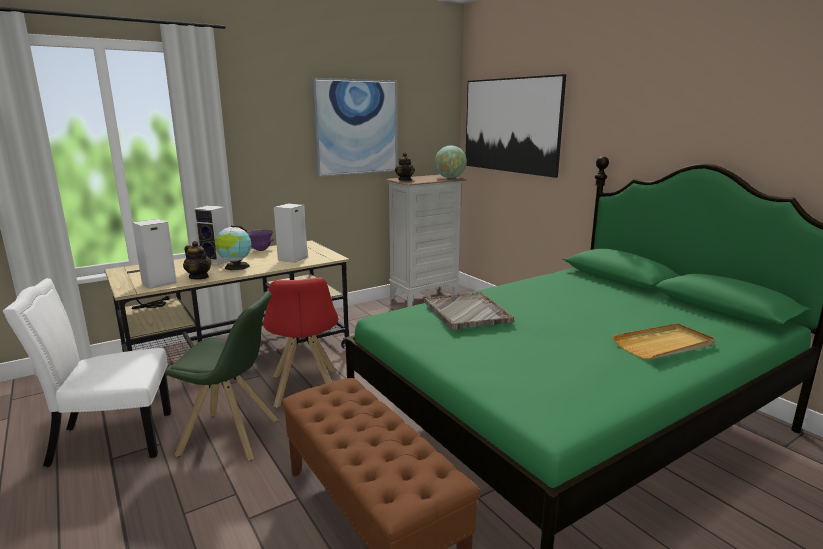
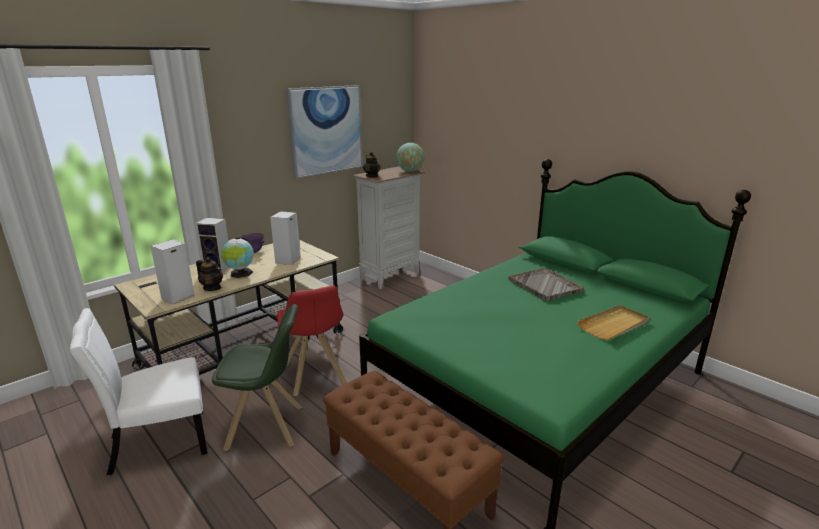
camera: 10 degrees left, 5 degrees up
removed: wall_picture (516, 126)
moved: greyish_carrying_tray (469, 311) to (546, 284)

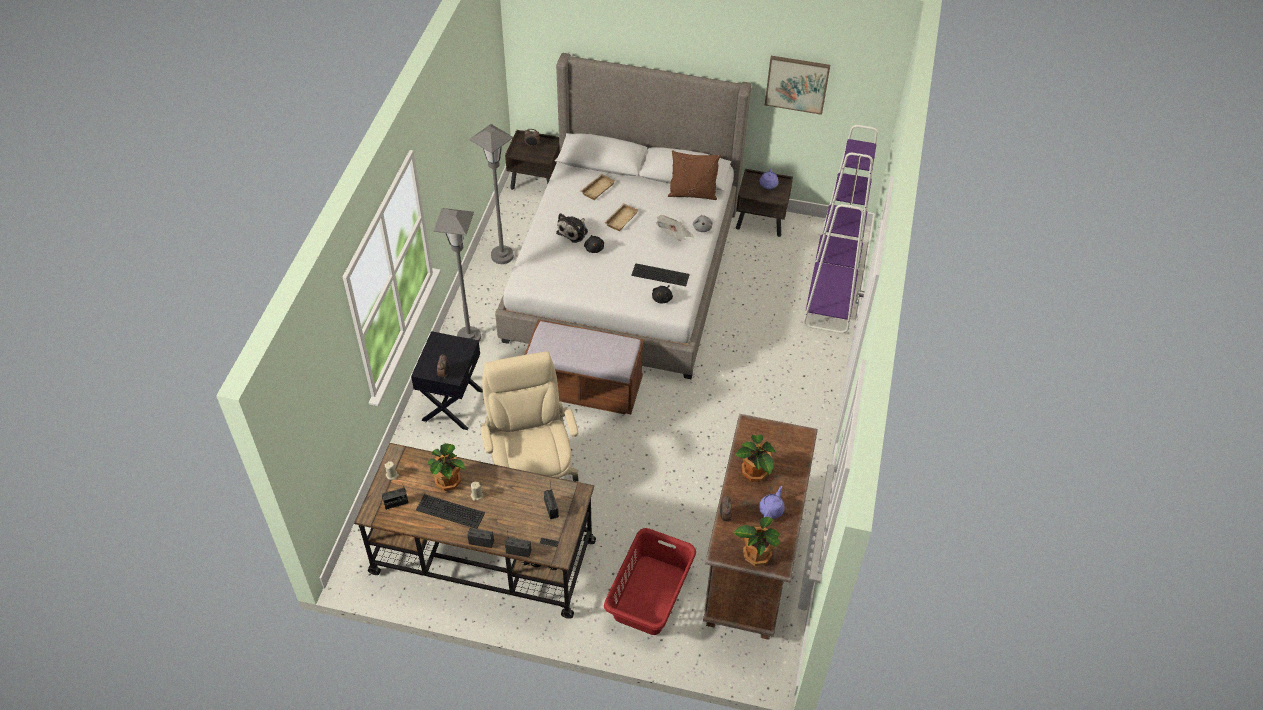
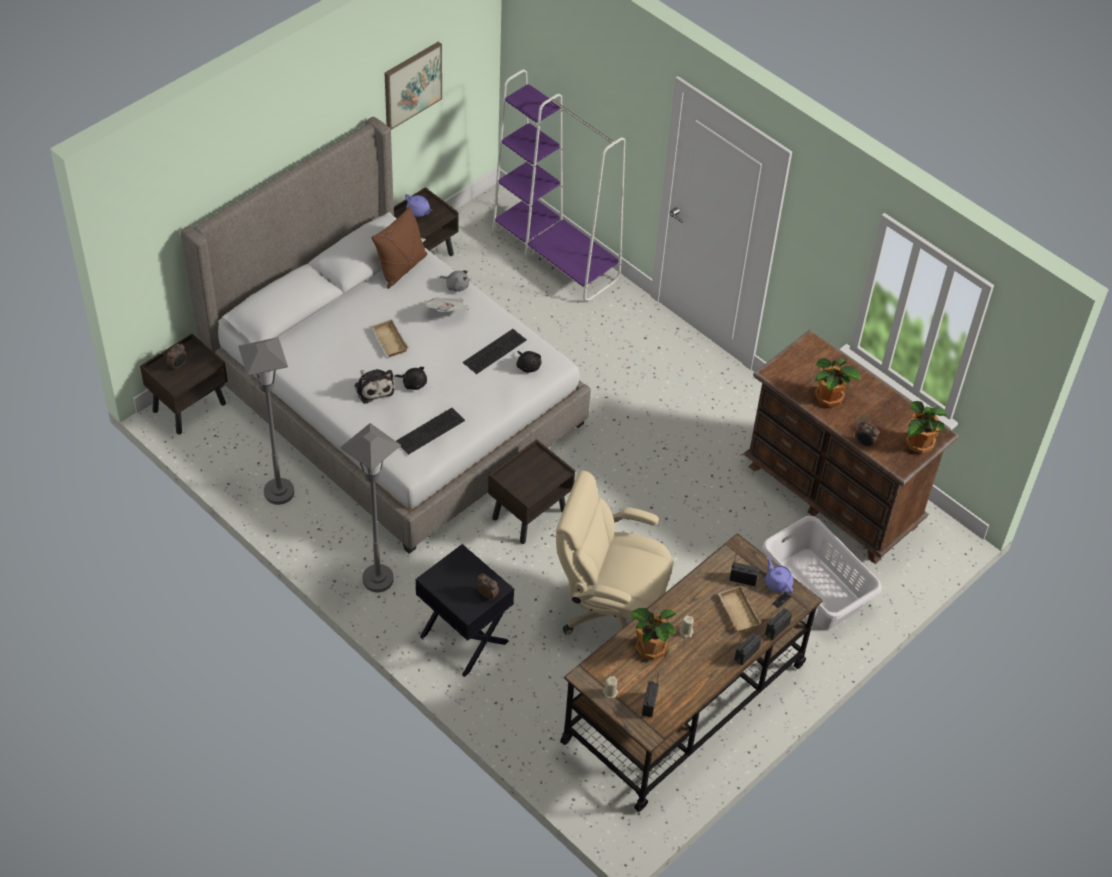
camera: 60 degrees left, 0 degrees up
moved: PC_keyboard (450, 511) to (430, 431); beige-coloured_carrying_tray (598, 187) to (739, 609); purplish_tea_pot (772, 502) to (779, 575)
replaced: brown_indoor_bench (584, 366) to brown_nightstand (531, 491)
recoloured: red-coloured_washing_basket (650, 581) to whitish_washing_basket (822, 573)

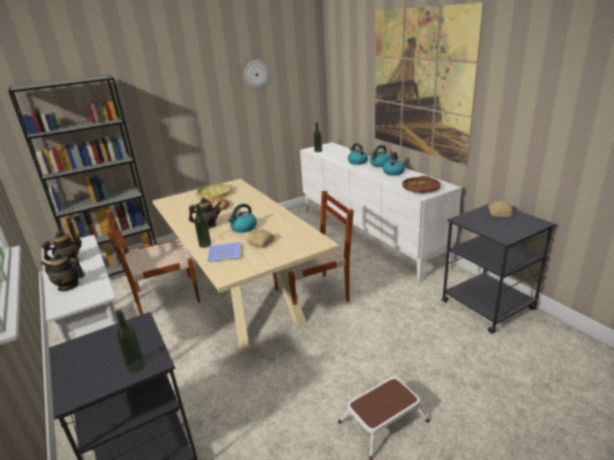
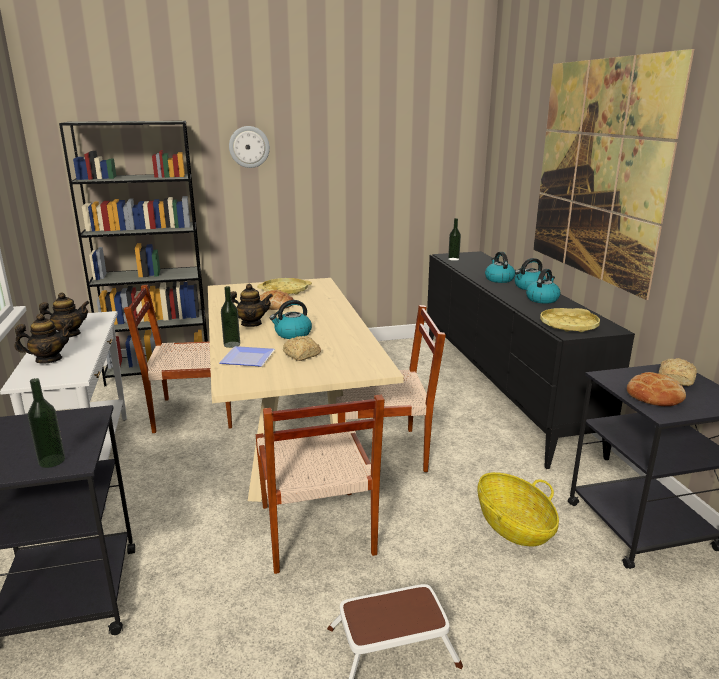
camera: 15 degrees right, 5 degrees down
added: plain_chair (320, 484); basket (518, 509); baked_bread (656, 389)
moved: hanging_clock (257, 74) to (249, 147)
recoloured: whitish_cupboard (381, 212) to blackish_cupboard (531, 360); brown_carrying_tray (421, 184) to yellow_carrying_tray (570, 320)
turned: tea_pot (62, 272) = (43, 338) 135 degrees clockwise

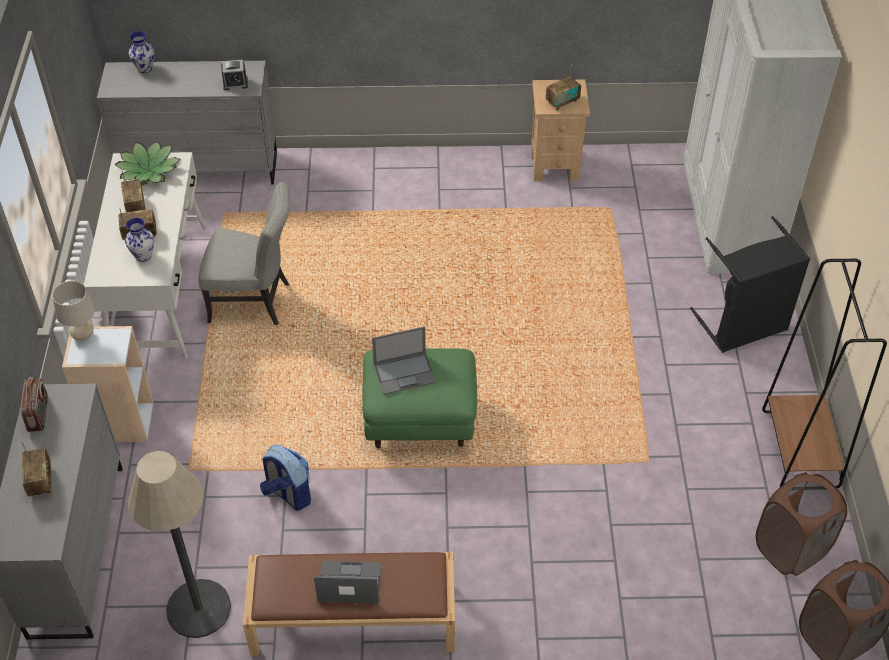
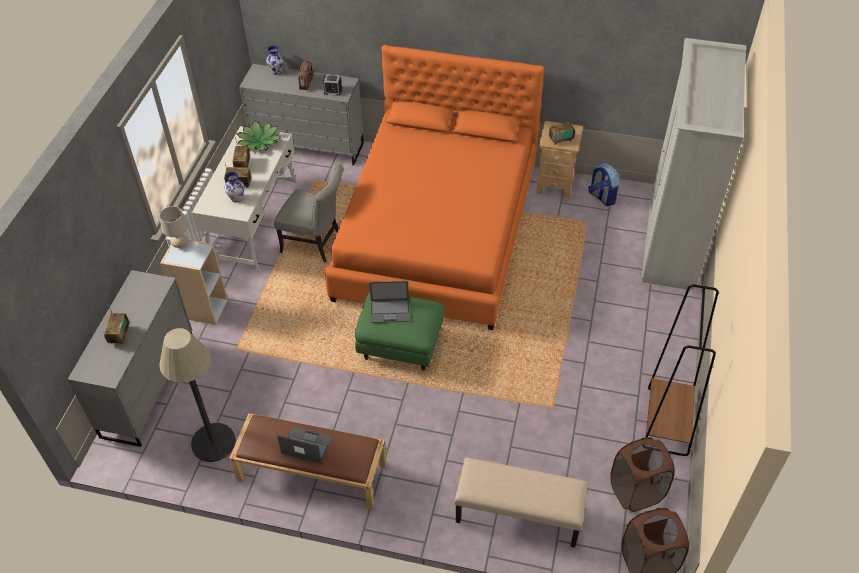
camera: 15 degrees right, 0 degrees up
removed: blackish_washing_basket (750, 284)
added: orange_bedroom_bed (434, 187); beige-coloured_indoor_bench (521, 502)
moved: radio_receiver (34, 404) to (305, 75); backpack (285, 478) to (604, 184)

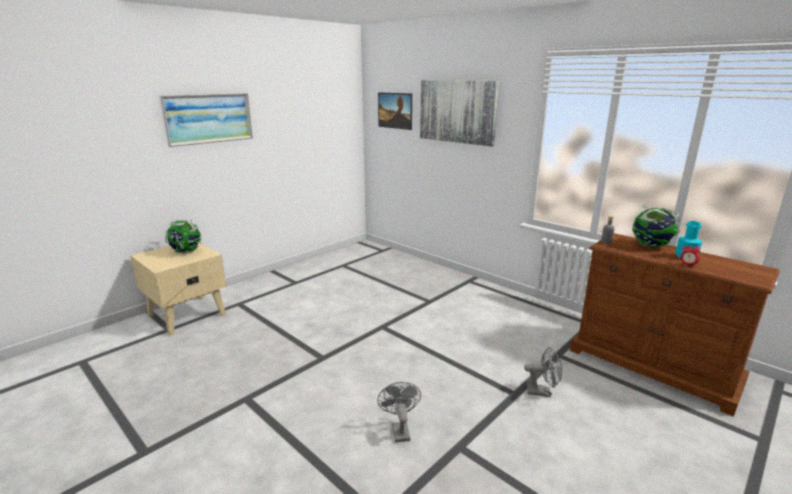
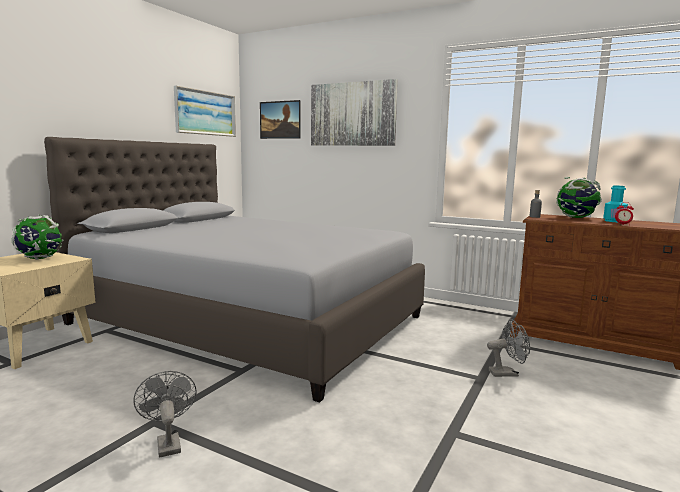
camera: 15 degrees left, 10 degrees down
added: greyish_bedroom_bed (234, 270)
moved: wall_picture (206, 120) to (205, 111); greyish_fan (399, 412) to (165, 414)

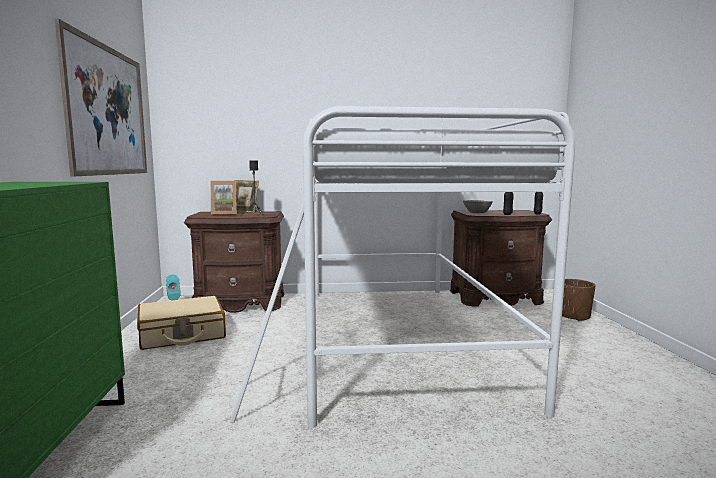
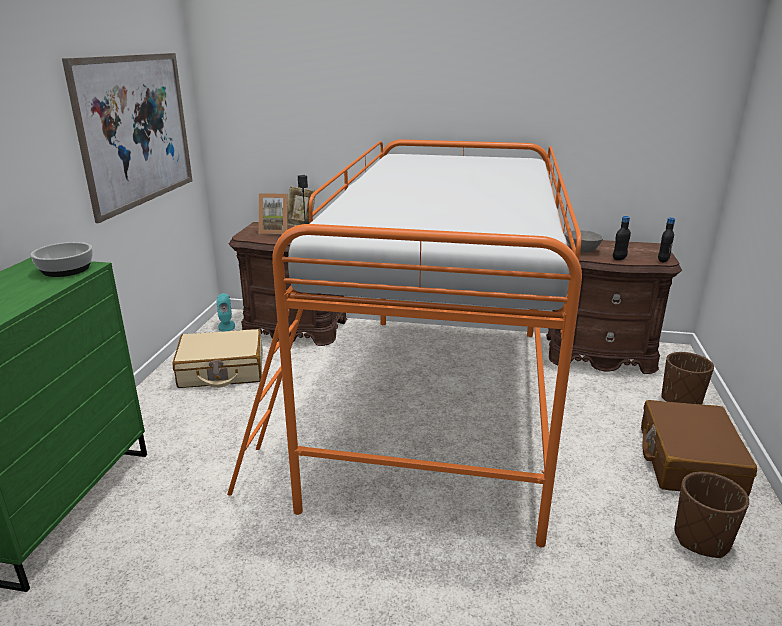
camera: 15 degrees right, 15 degrees up
added: serving_bowl (62, 259); brown_piece_of_luggage (699, 448); brown_planter (712, 515)
recoloured: whitish_bedroom_bed (402, 267) to orange_bedroom_bed (404, 343)

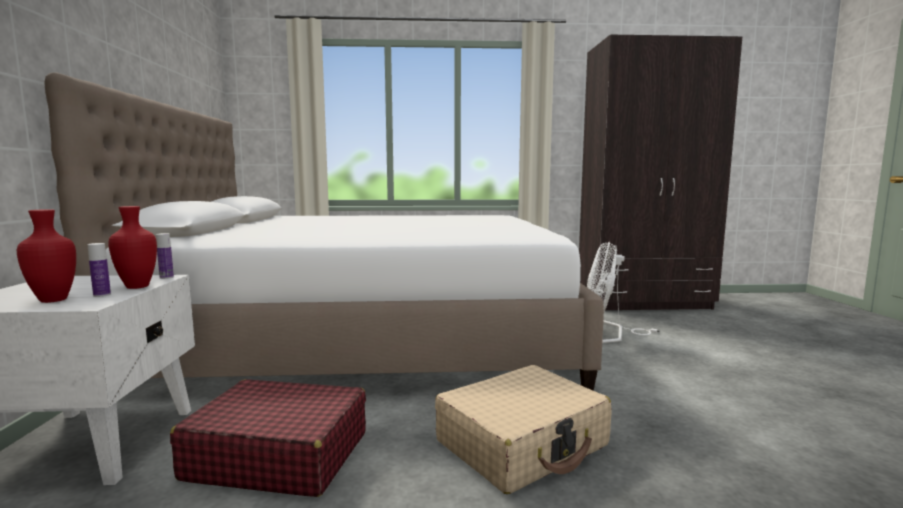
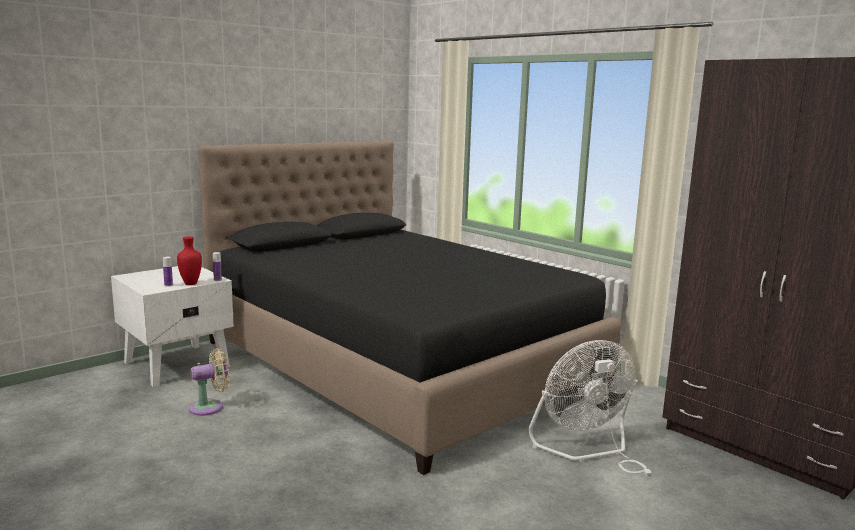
camera: 50 degrees right, 5 degrees up
removed: red-coloured_decorative_vase (46, 256); beige-coloured_piece_of_luggage (523, 429)
replaced: red-coloured_piece_of_luggage (268, 438) to beige-coloured_fan (209, 382)
recoloured: whitish_bedroom_bed (324, 232) to blackish_bedroom_bed (410, 307)

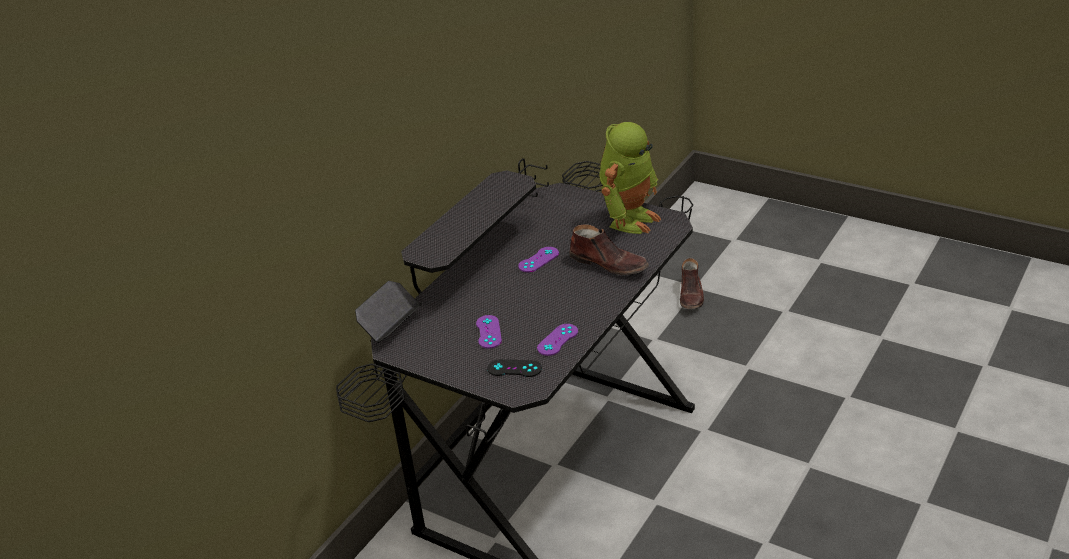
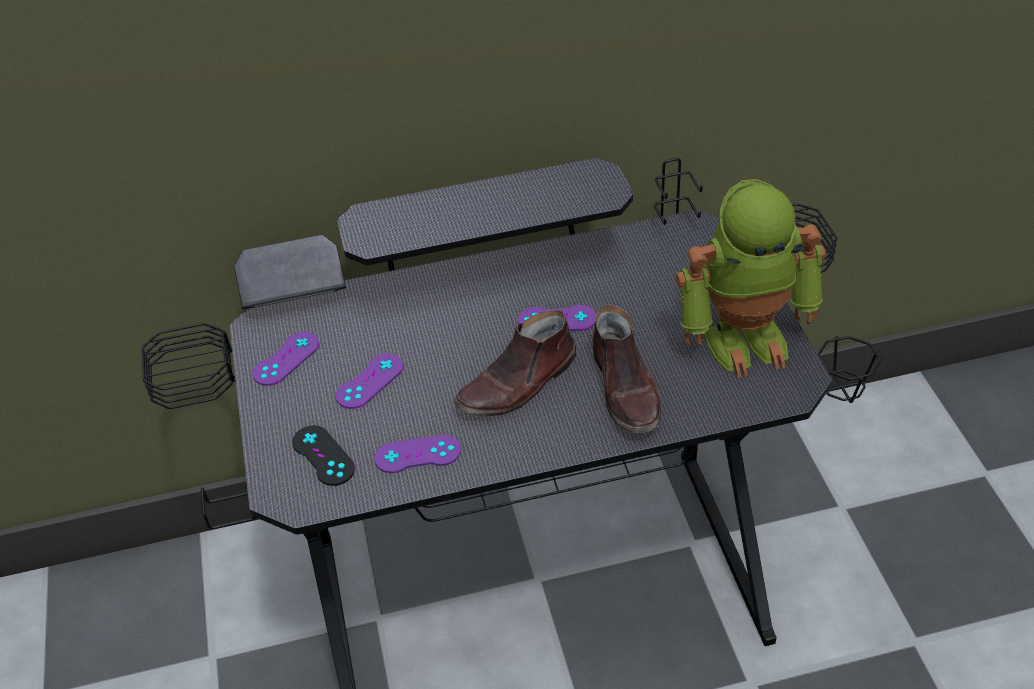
camera: 45 degrees right, 10 degrees up
added: purplish_gamepad (285, 359)
moved: brown_low_shoe (692, 283) to (514, 363)

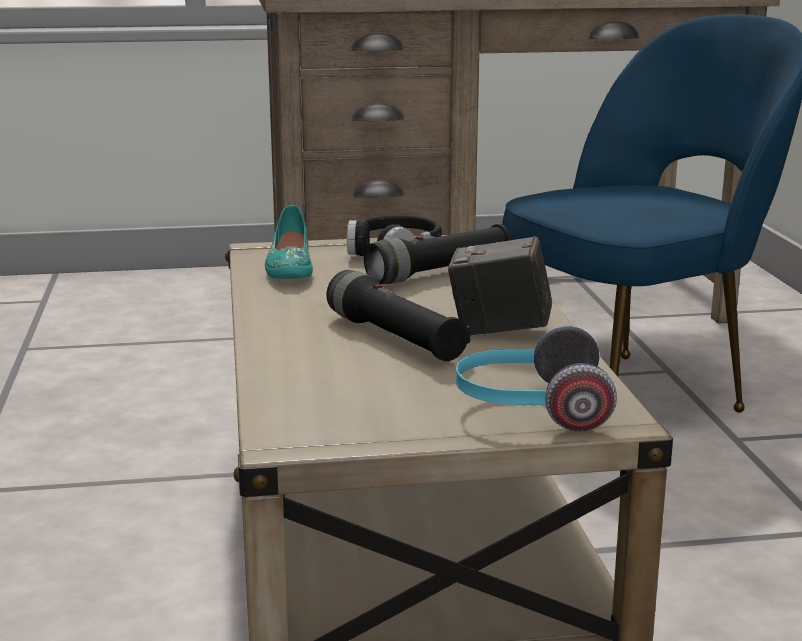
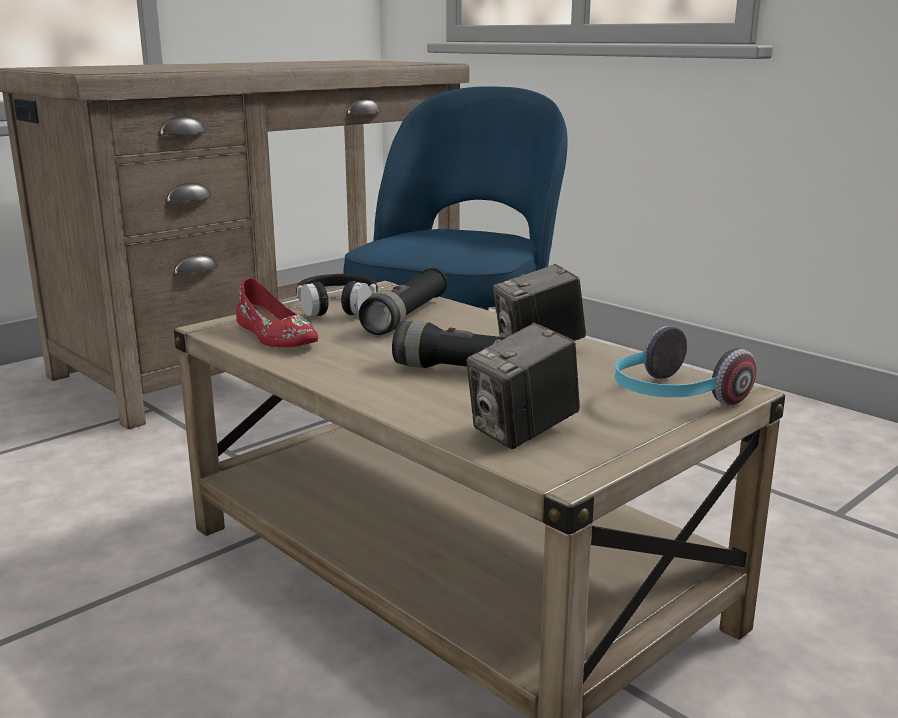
camera: 35 degrees left, 0 degrees up
added: still_camera (523, 386)
recoloured: blue-green_low_shoe (289, 242) to red-coloured_low_shoe (277, 313)

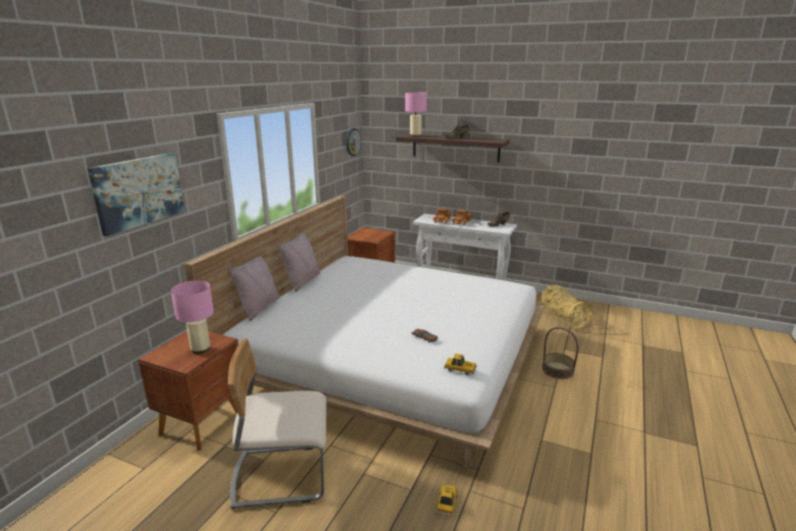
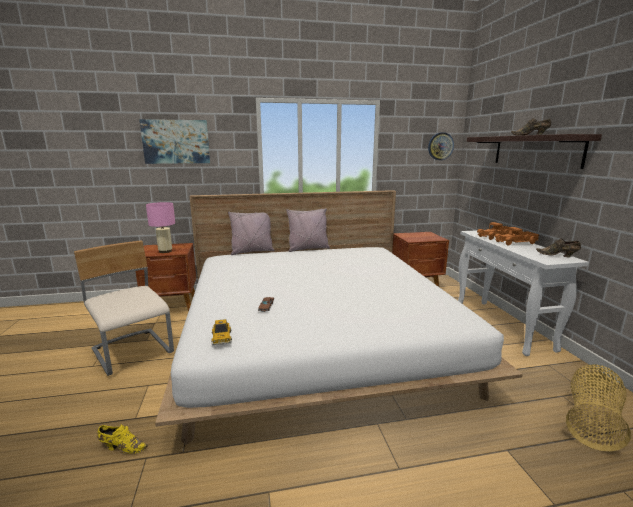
camera: 55 degrees right, 5 degrees down
removed: pinkish_lamp_for_a_table (416, 114); basket (560, 353)
replaced: toy_car (447, 500) to yellow_low_shoe (122, 439)

